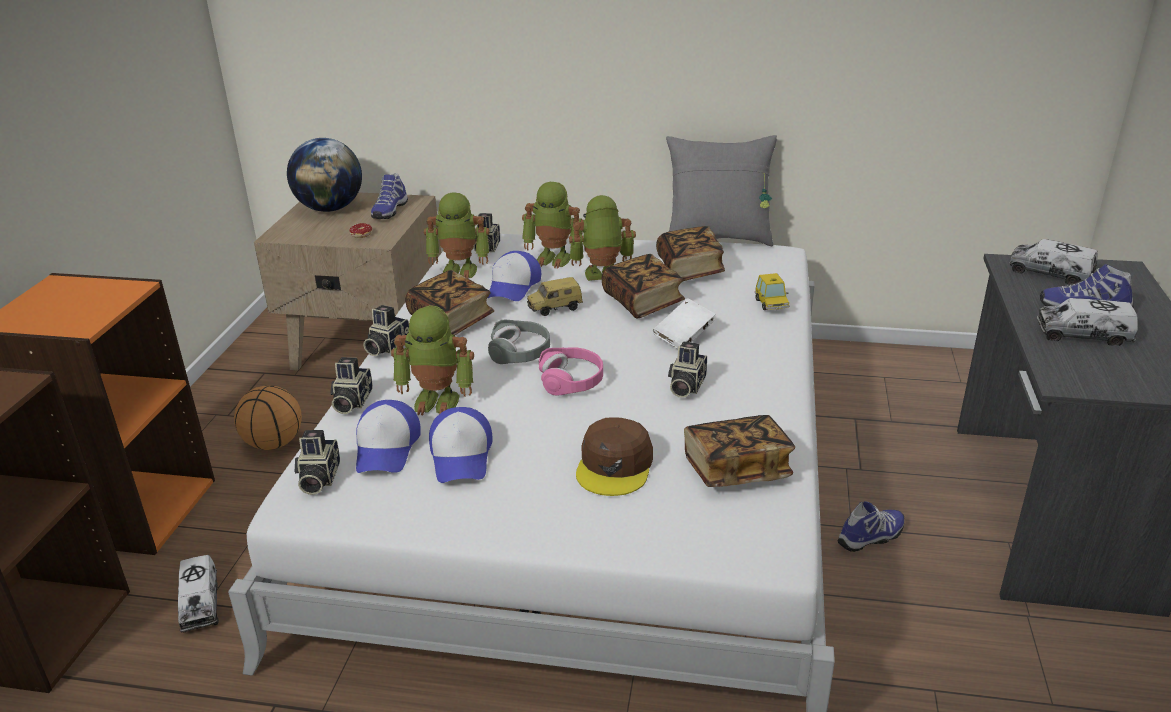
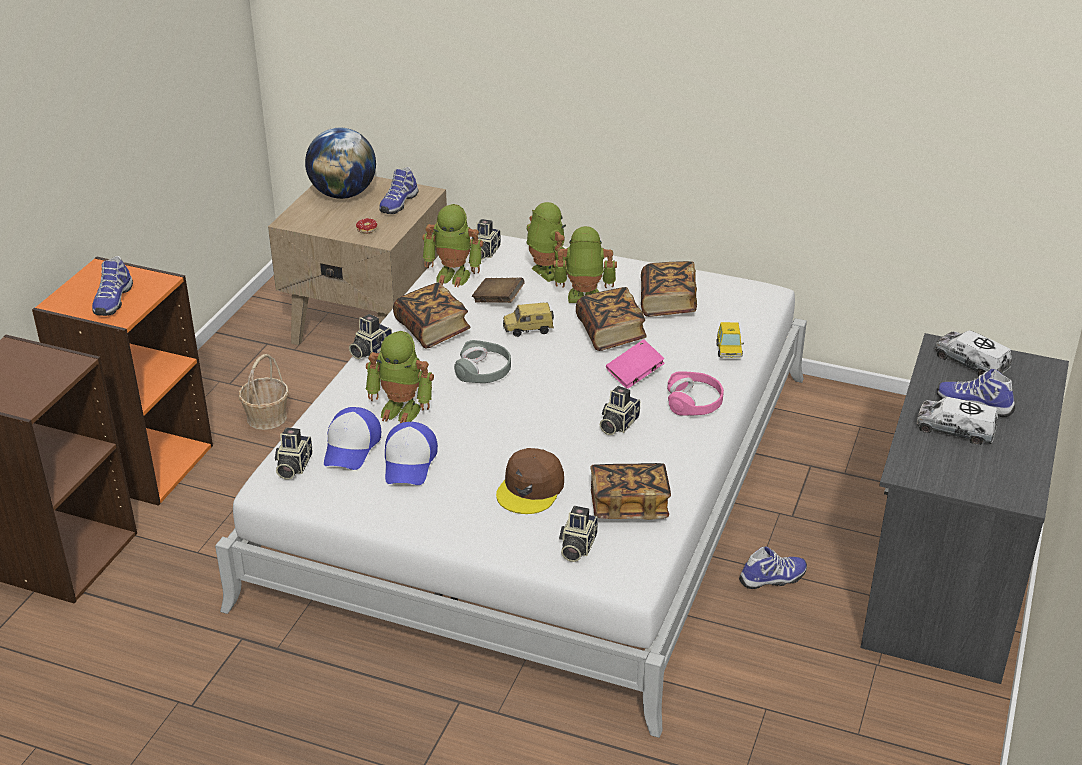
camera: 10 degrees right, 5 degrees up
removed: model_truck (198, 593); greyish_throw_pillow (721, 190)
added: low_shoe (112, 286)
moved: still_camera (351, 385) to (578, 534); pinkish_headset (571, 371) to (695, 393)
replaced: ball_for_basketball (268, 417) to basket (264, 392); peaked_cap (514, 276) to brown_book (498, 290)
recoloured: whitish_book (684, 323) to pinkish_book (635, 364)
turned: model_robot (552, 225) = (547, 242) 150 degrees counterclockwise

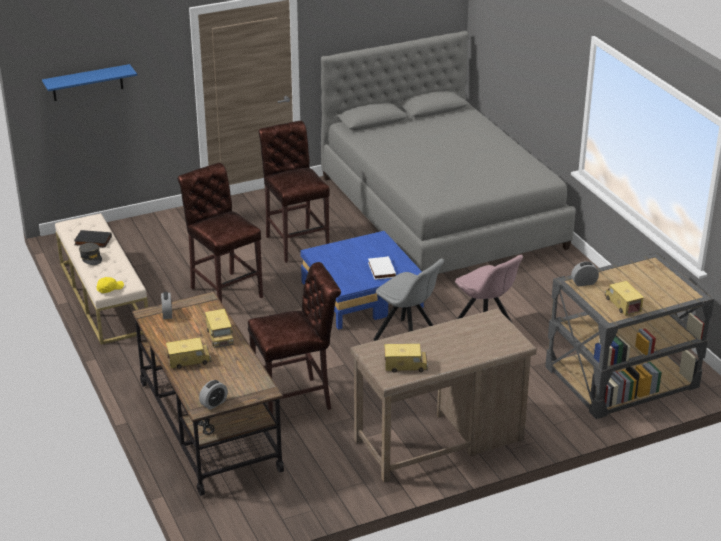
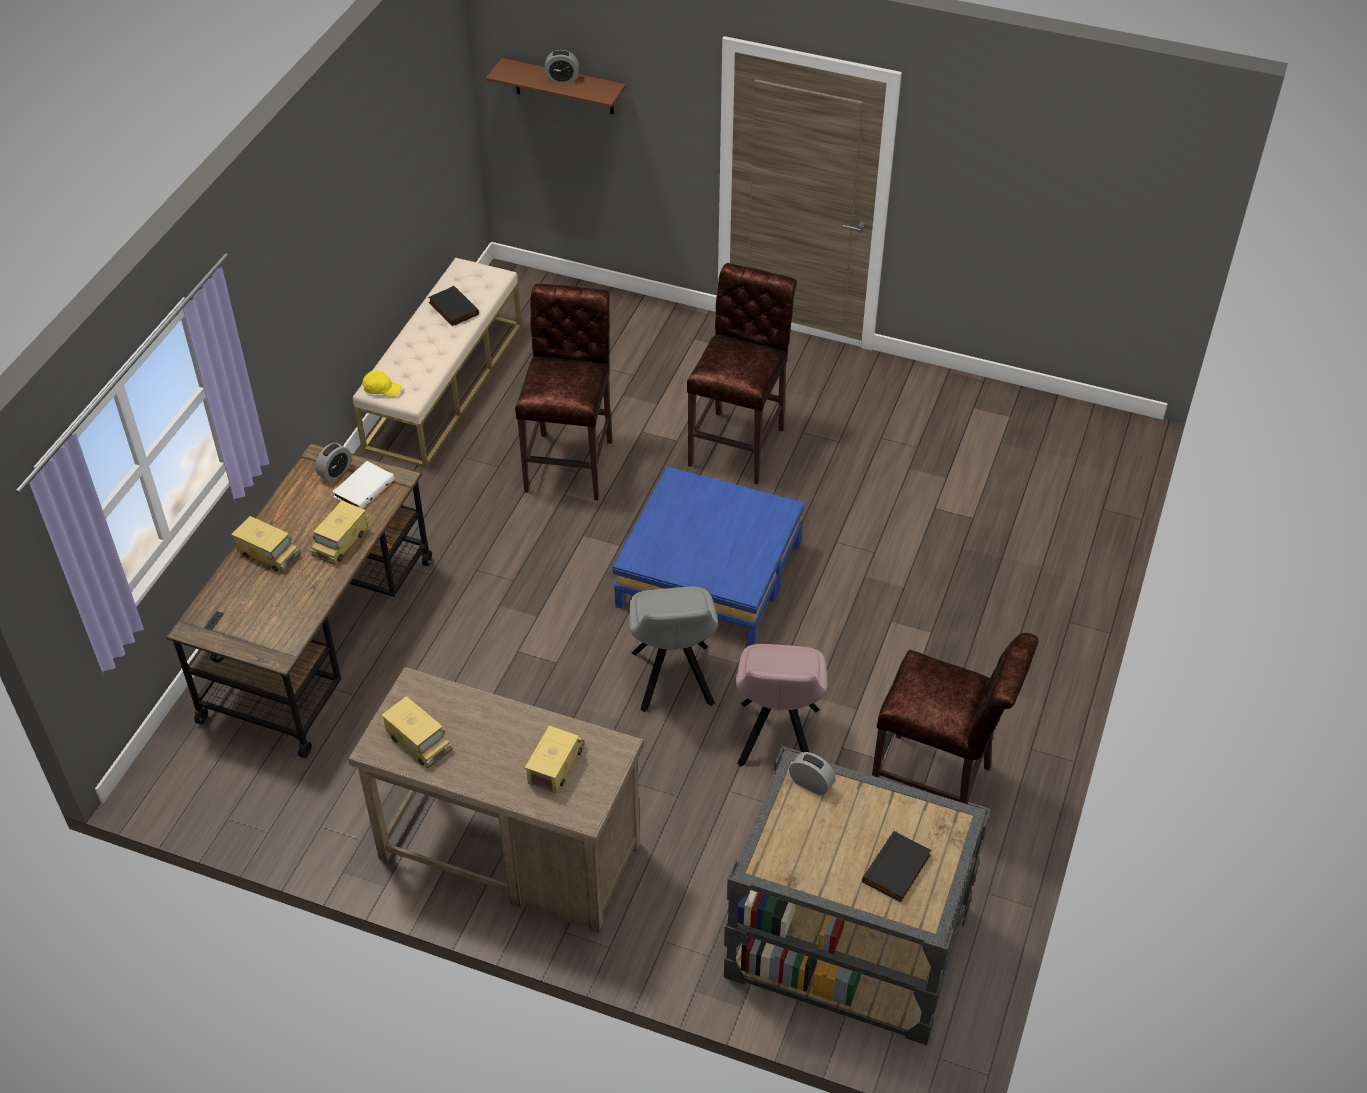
camera: 45 degrees right, 15 degrees up
removed: greyish_peaked_cap (90, 254); greyish_bedroom_bed (448, 152)
added: blackish_book (896, 866)
moved: alarm_clock (213, 395) to (561, 66); brown_stool (294, 338) to (955, 718); whitish_book (382, 268) to (364, 485); model_truck (624, 298) to (555, 759)
recoloured: blue_shelf (89, 82) to brown_shelf (556, 86)

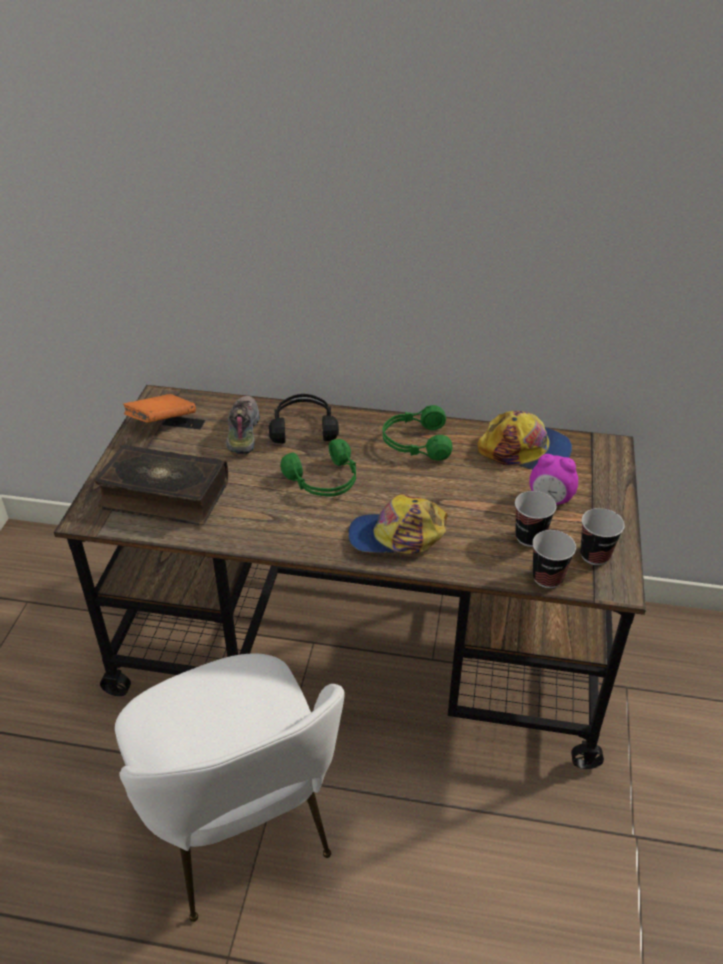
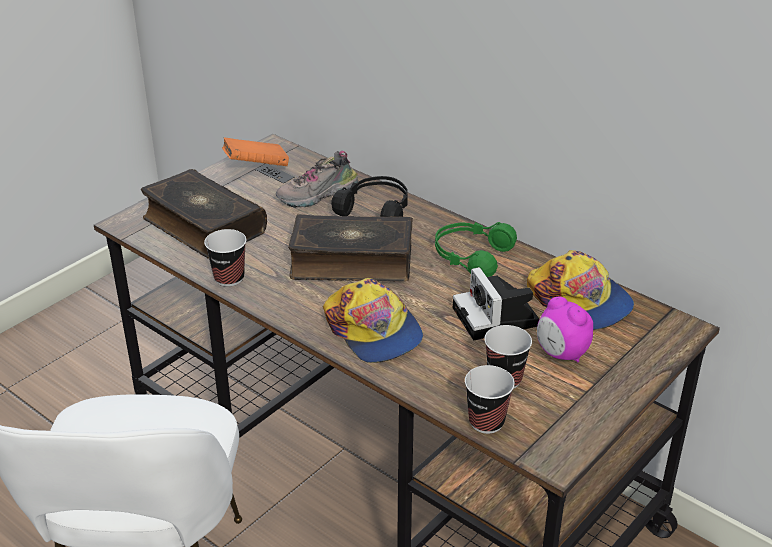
camera: 30 degrees right, 5 degrees down
added: still_camera (496, 303)
moved: cup (602, 536) to (225, 258)
replaced: green-coloured_headset (318, 468) to book (350, 248)
turned: low_shoe (243, 425) = (317, 179) 150 degrees counterclockwise; peaked_cap (398, 524) = (373, 320) 150 degrees counterclockwise

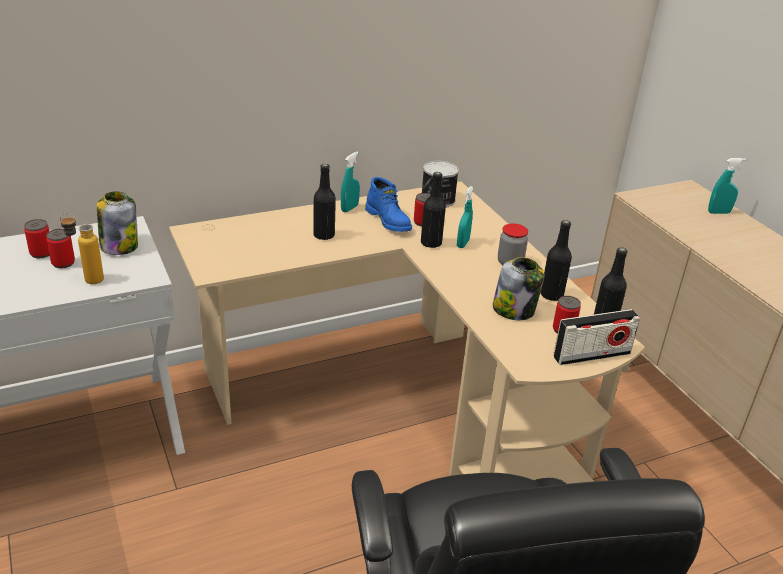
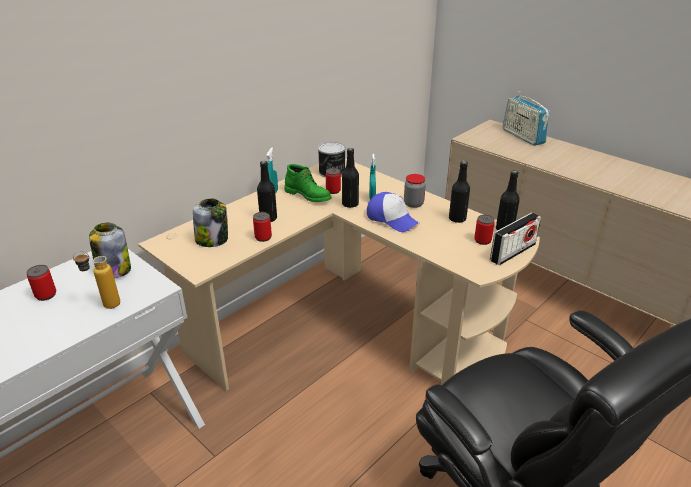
camera: 20 degrees left, 0 degrees up
added: peaked_cap (393, 212)
moved: metal_can (60, 248) to (262, 227); storage_jar (518, 288) to (210, 222)
replaced: blue-green_sprayer (727, 186) to radio_receiver (526, 118)
recoloured: blue_tall_boot (388, 204) to green-coloured_tall_boot (308, 183)

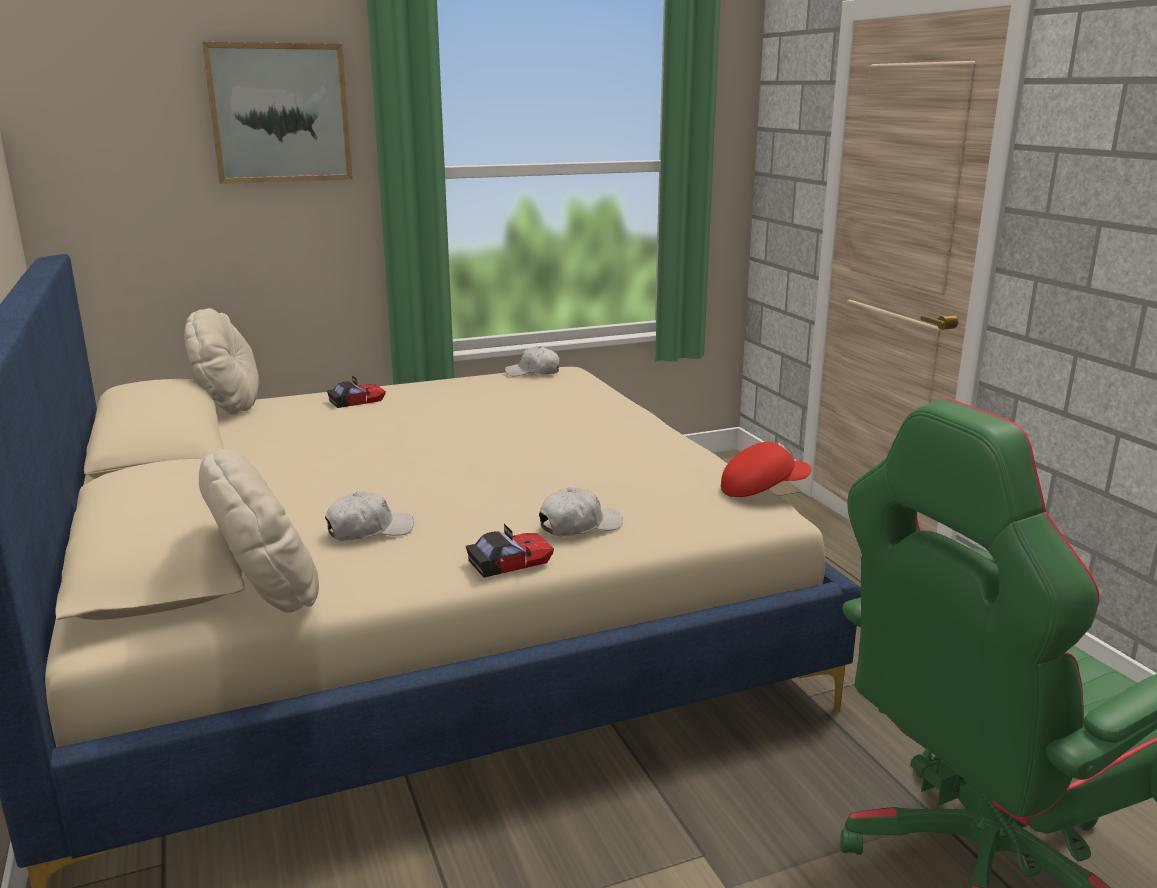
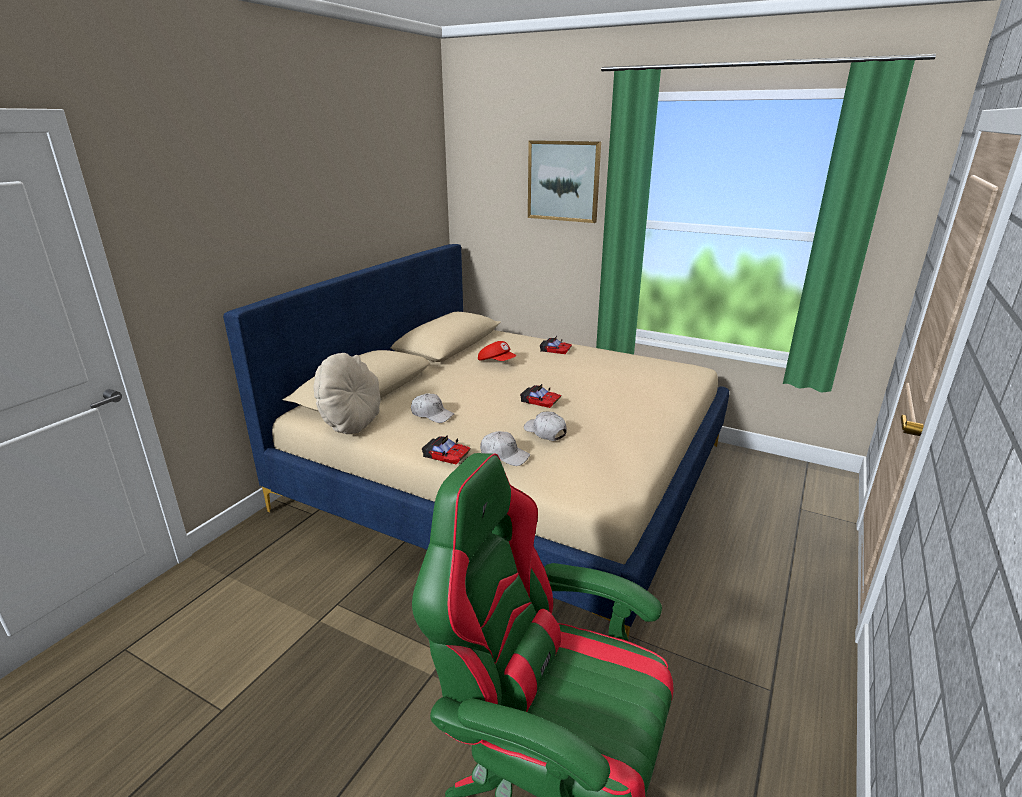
camera: 50 degrees right, 5 degrees up
removed: beige-coloured_throw_pillow (221, 361)
added: toy_car (540, 396)
moved: whitish_peaked_cap (532, 361) to (545, 426); red-coloured_peaked_cap (766, 469) to (497, 351)

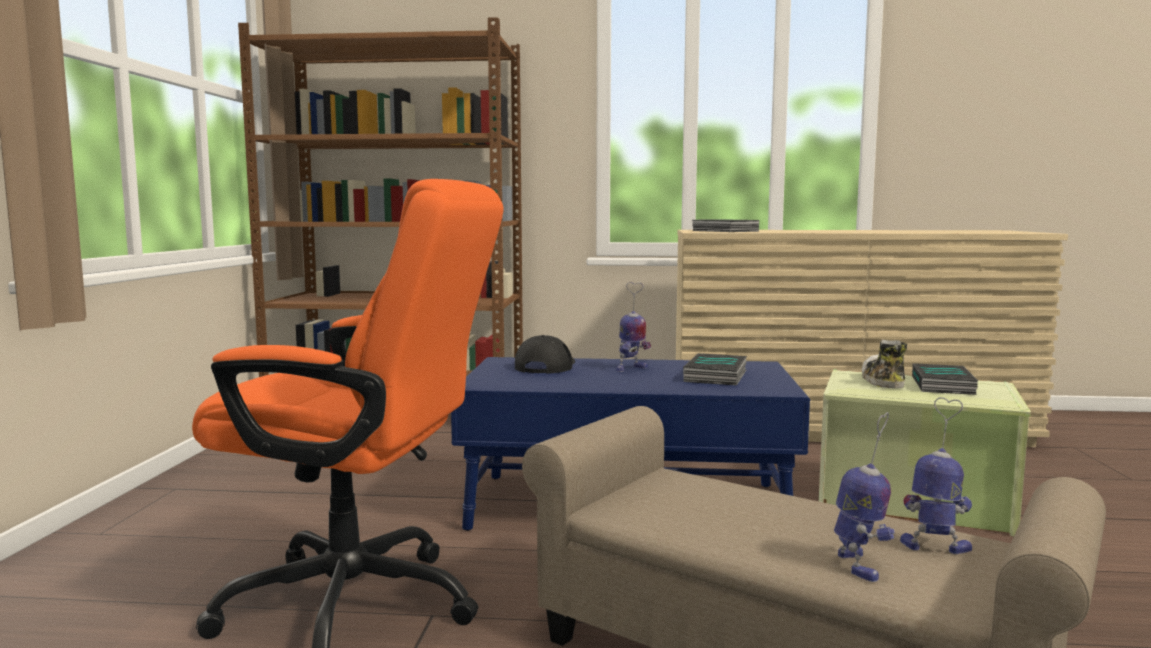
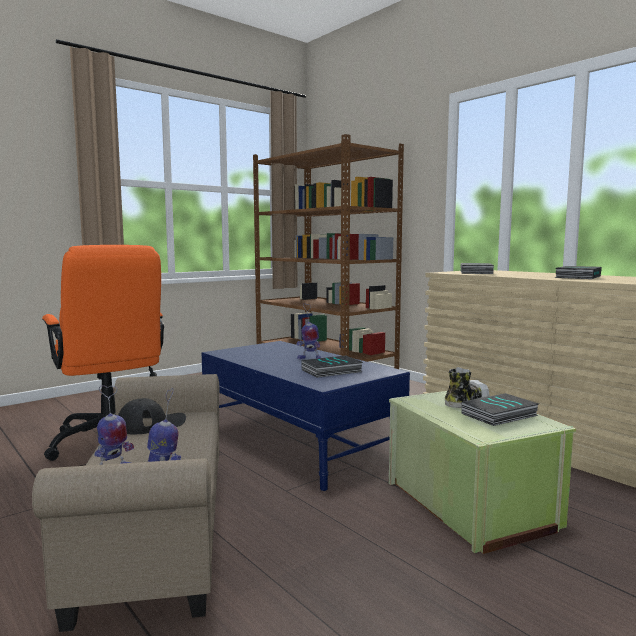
camera: 45 degrees right, 0 degrees up
added: book (578, 272)
moved: blackish_peaked_cap (545, 354) to (152, 416)

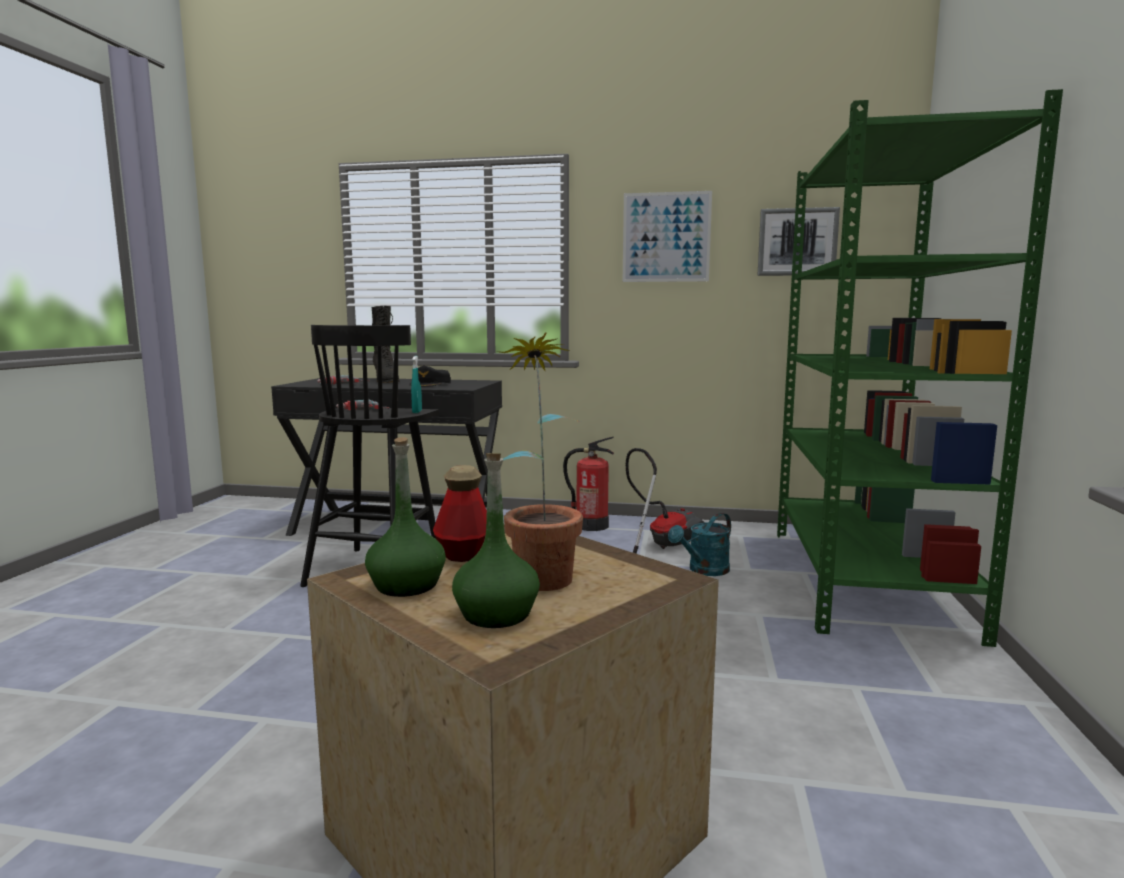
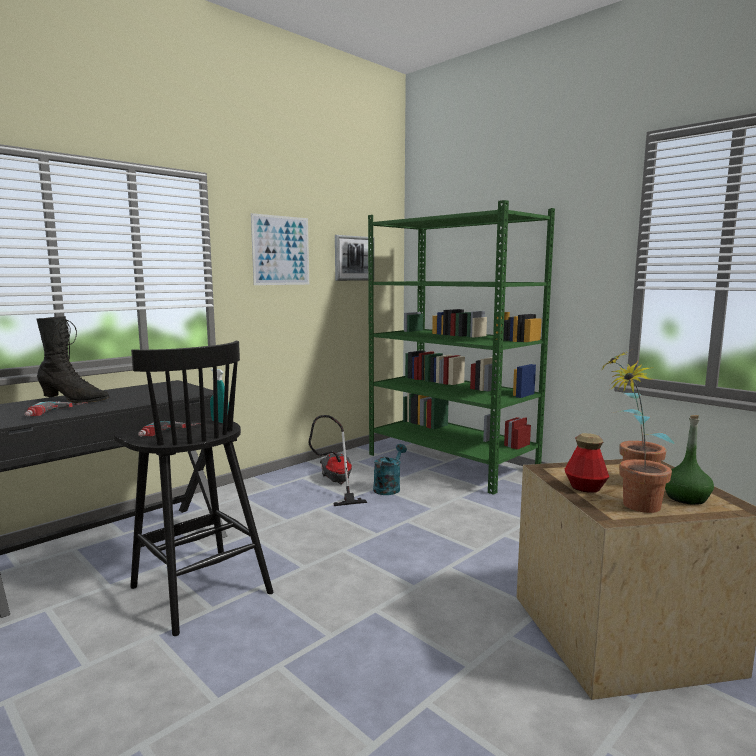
camera: 55 degrees left, 0 degrees up
removed: blackish_peaked_cap (430, 376); extinguisher (588, 484)
replaced: green-coloured_bottle (405, 517) to potted_plant (641, 437)
turned: blue-green_watering_can (699, 544) = (390, 469) 150 degrees counterclockwise

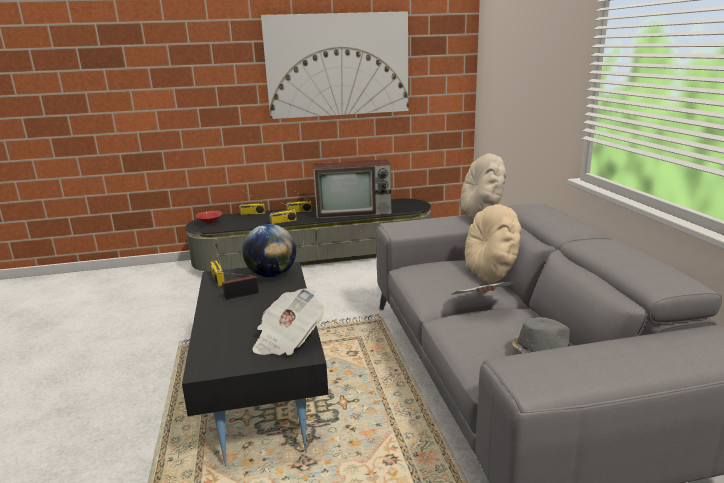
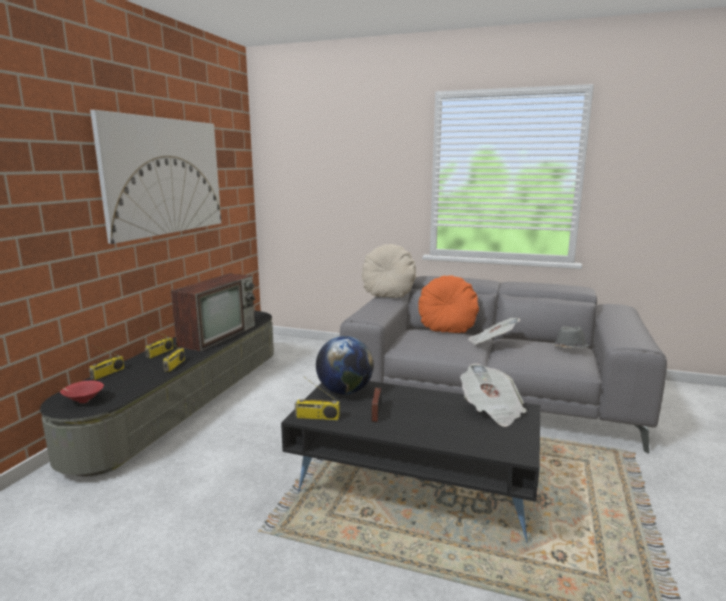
camera: 60 degrees left, 5 degrees down
recoloured: beige-coloured_throw_pillow (493, 243) to orange_throw_pillow (448, 304)

